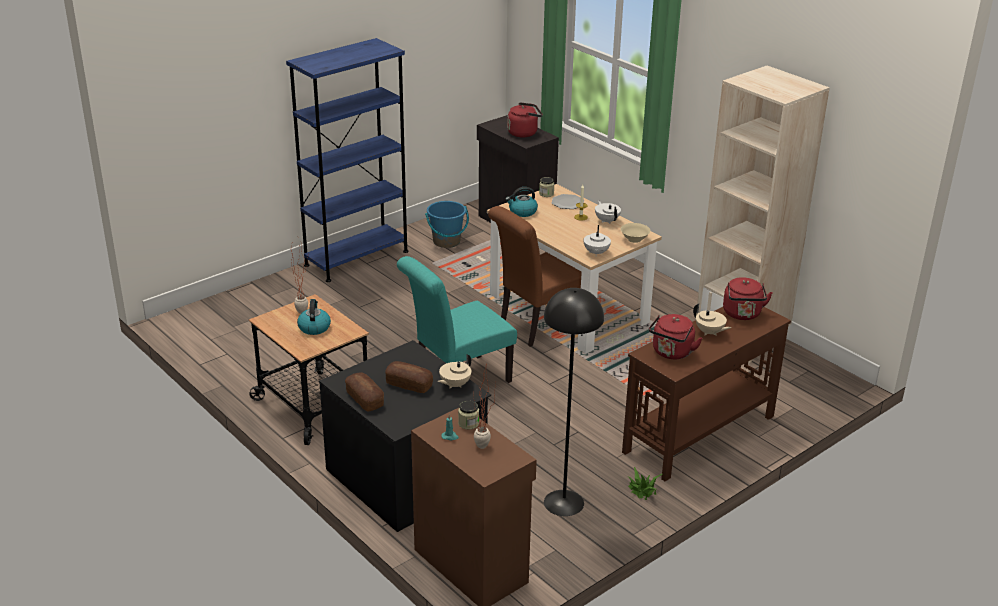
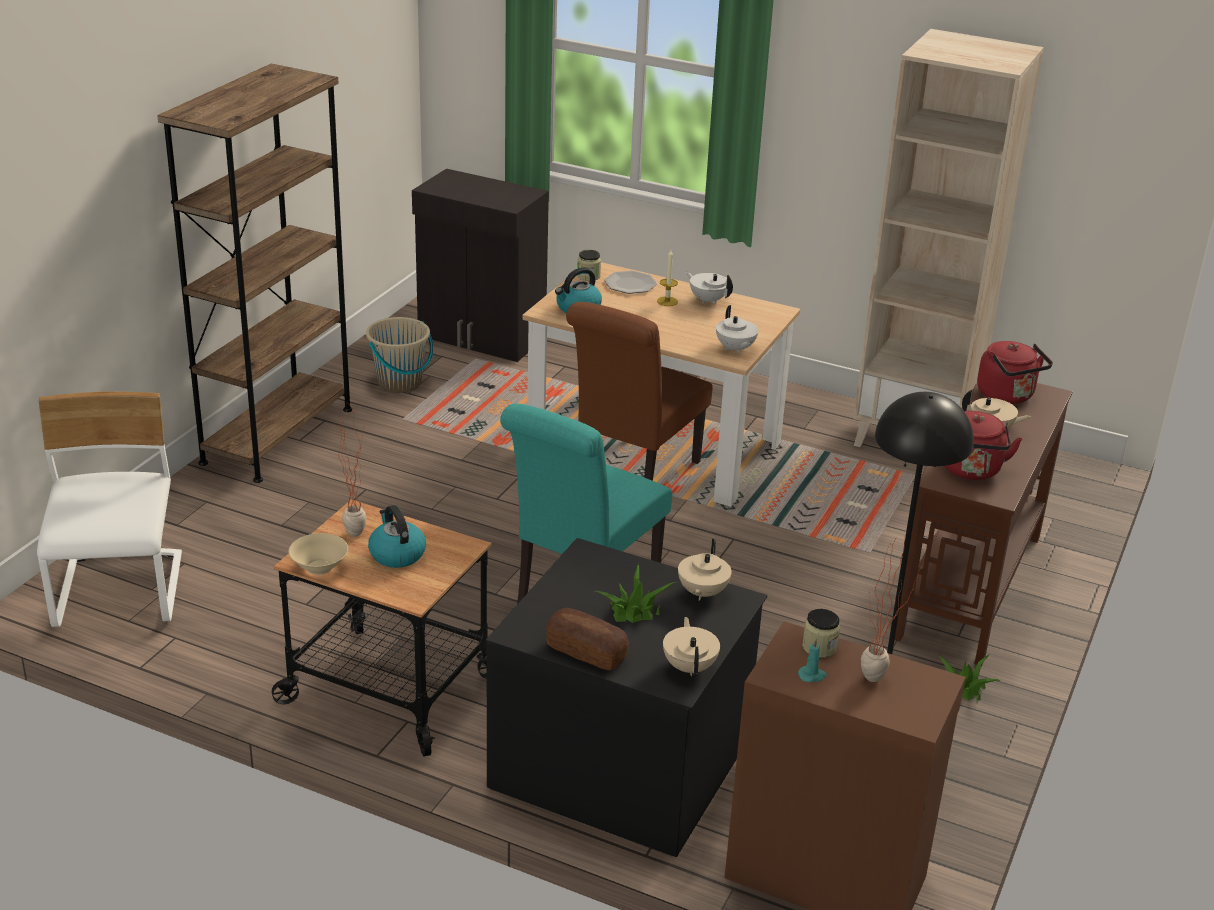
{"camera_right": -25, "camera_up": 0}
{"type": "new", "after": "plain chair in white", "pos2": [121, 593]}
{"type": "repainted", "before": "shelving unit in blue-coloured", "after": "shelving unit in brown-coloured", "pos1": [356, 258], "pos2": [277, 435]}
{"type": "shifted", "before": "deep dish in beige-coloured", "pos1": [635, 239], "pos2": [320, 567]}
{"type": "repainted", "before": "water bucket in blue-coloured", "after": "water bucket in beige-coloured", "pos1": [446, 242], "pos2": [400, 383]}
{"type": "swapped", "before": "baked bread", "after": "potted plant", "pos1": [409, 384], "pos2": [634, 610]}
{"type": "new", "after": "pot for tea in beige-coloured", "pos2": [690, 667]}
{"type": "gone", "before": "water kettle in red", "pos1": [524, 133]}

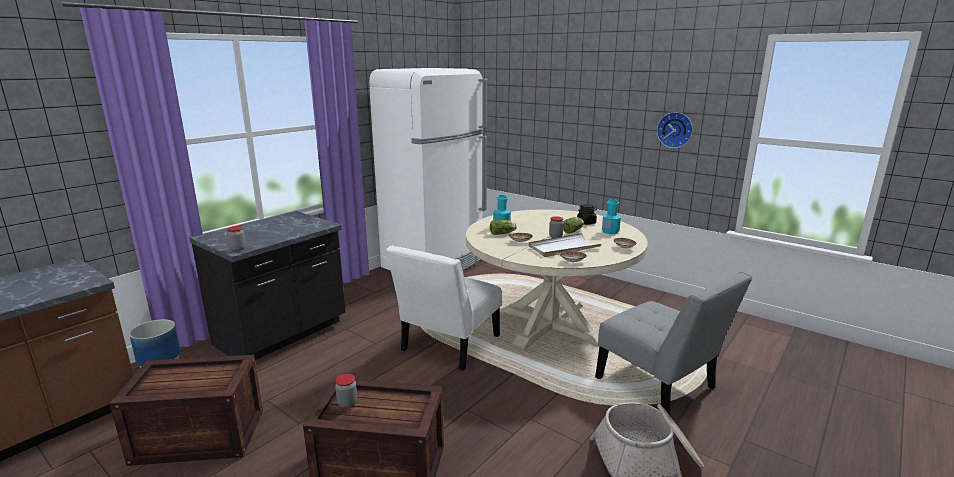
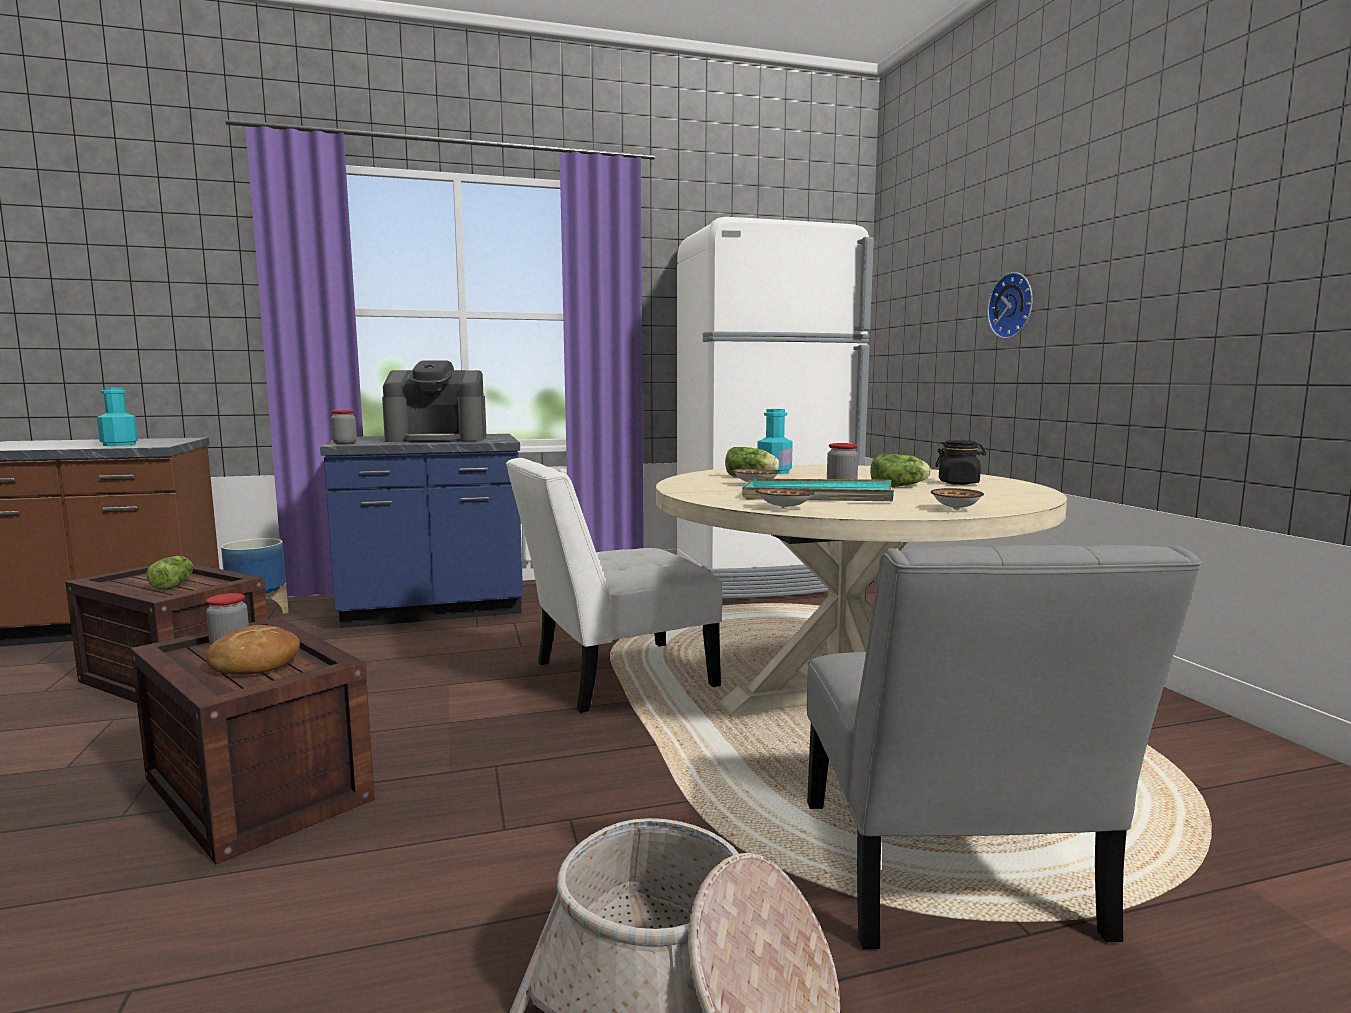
{"camera_right": 35, "camera_up": -10}
{"type": "shifted", "before": "bottle in turquoise", "pos1": [610, 231], "pos2": [119, 445]}
{"type": "new", "after": "lettuce", "pos2": [175, 585]}
{"type": "new", "after": "baked bread", "pos2": [254, 664]}
{"type": "repainted", "before": "kitchen counter in black-coloured", "after": "kitchen counter in blue-coloured", "pos1": [282, 335], "pos2": [433, 610]}
{"type": "new", "after": "coffee brewer", "pos2": [438, 439]}
{"type": "repainted", "before": "tray in white", "after": "tray in turquoise", "pos1": [563, 248], "pos2": [817, 496]}
{"type": "shifted", "before": "hanging clock", "pos1": [675, 130], "pos2": [1013, 305]}

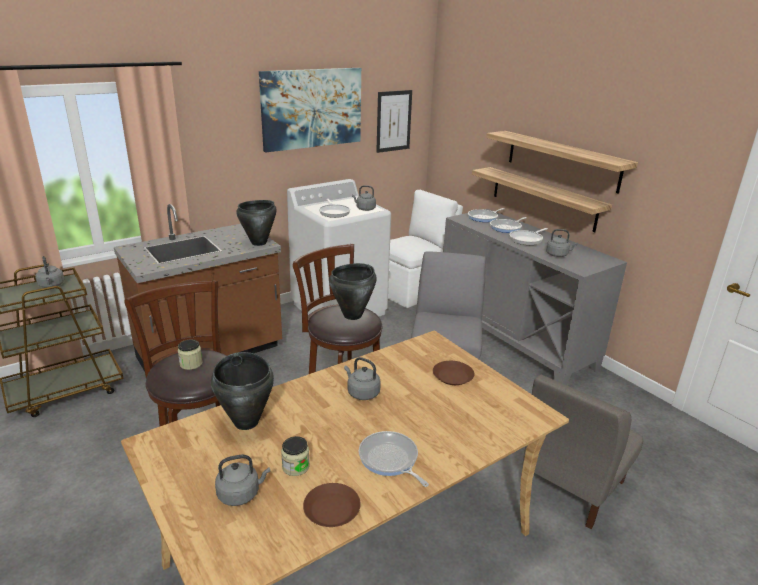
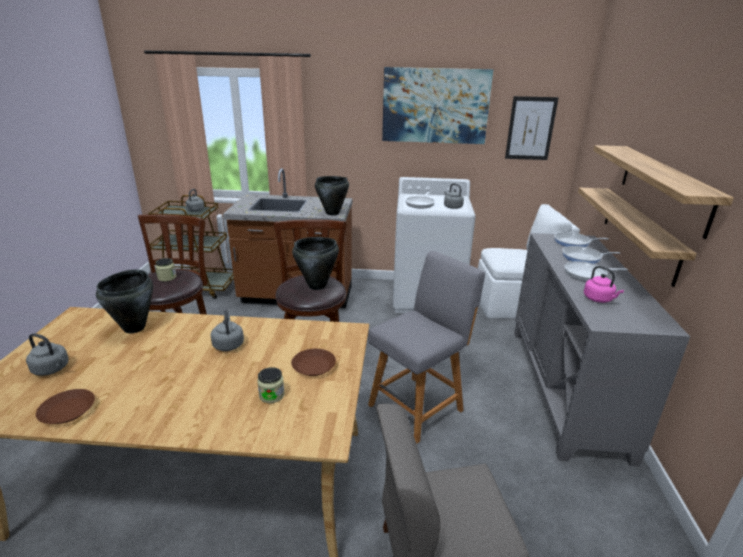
{"camera_right": 40, "camera_up": 0}
{"type": "shifted", "before": "storage jar", "pos1": [295, 466], "pos2": [271, 395]}
{"type": "repainted", "before": "water kettle in grey", "after": "water kettle in pink-coloured", "pos1": [558, 255], "pos2": [599, 299]}
{"type": "gone", "before": "frying pan", "pos1": [390, 459]}

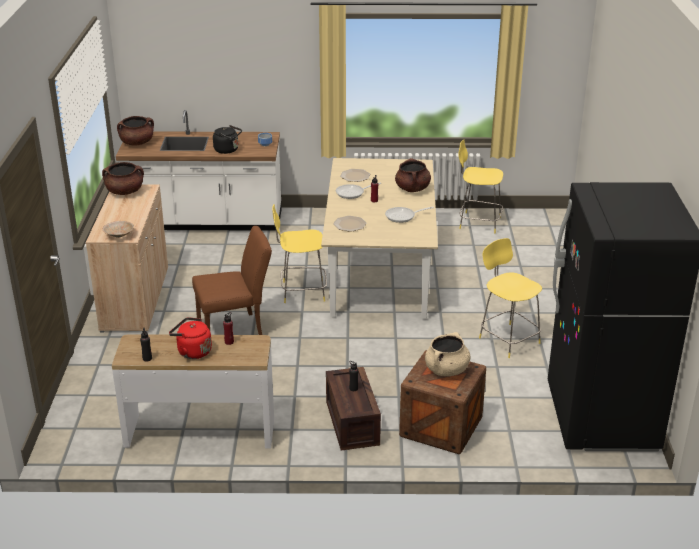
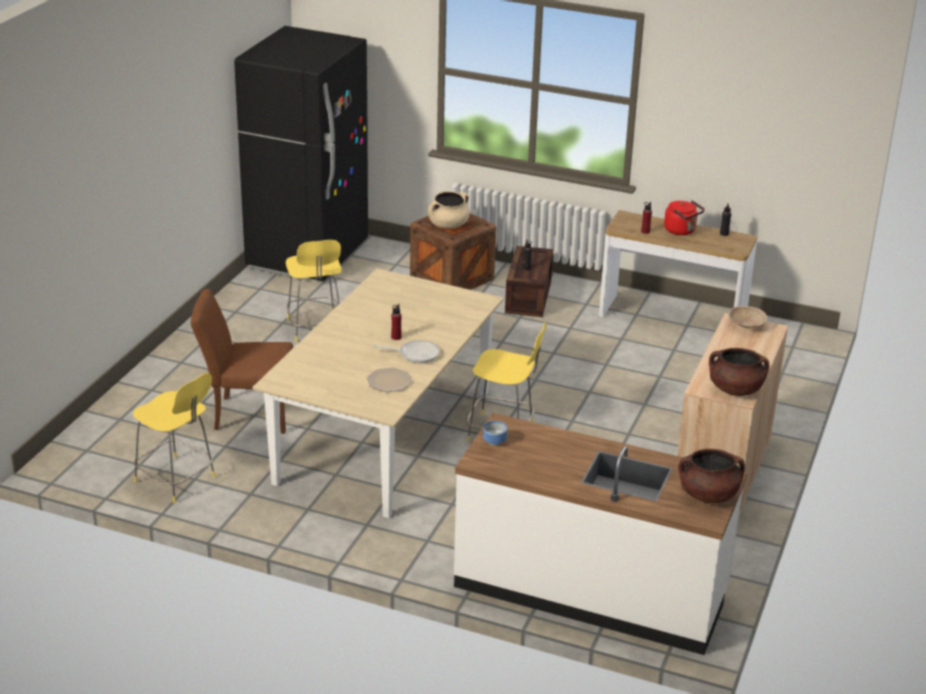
{"camera_right": -160, "camera_up": 0}
{"type": "shifted", "before": "plain chair in brown-coloured", "pos1": [236, 329], "pos2": [246, 414]}
{"type": "gone", "before": "water kettle in black-coloured", "pos1": [228, 150]}
{"type": "gone", "before": "dinner plate", "pos1": [350, 224]}
{"type": "gone", "before": "frying pan", "pos1": [403, 216]}
{"type": "gone", "before": "stockpot in brown-coloured", "pos1": [412, 189]}

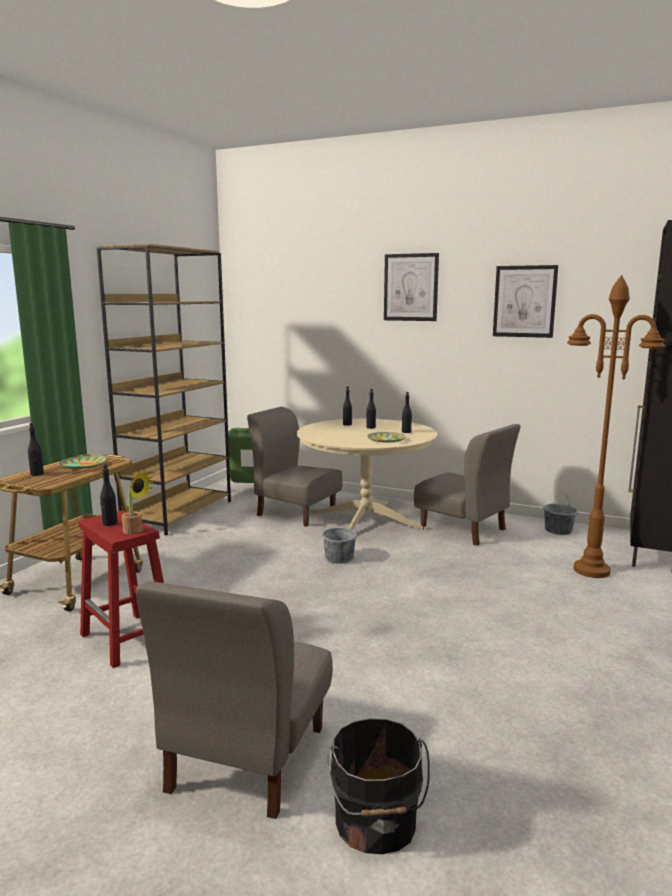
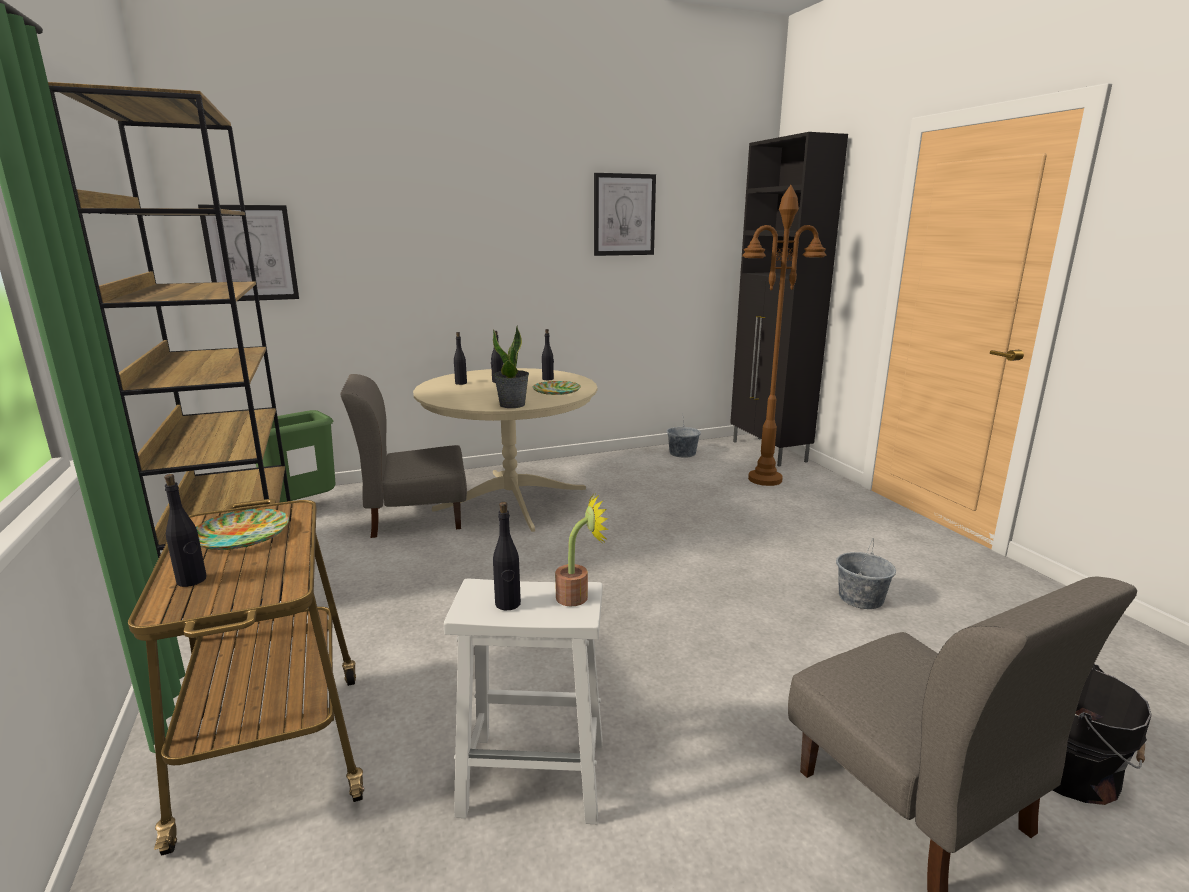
{"camera_right": -45, "camera_up": 5}
{"type": "shifted", "before": "wall art", "pos1": [411, 287], "pos2": [251, 253]}
{"type": "repainted", "before": "stool seat in red", "after": "stool seat in white", "pos1": [128, 639], "pos2": [536, 776]}
{"type": "new", "after": "potted plant", "pos2": [512, 405]}
{"type": "shifted", "before": "water bucket in grey", "pos1": [339, 558], "pos2": [861, 598]}
{"type": "gone", "before": "plain chair in grey", "pos1": [463, 529]}

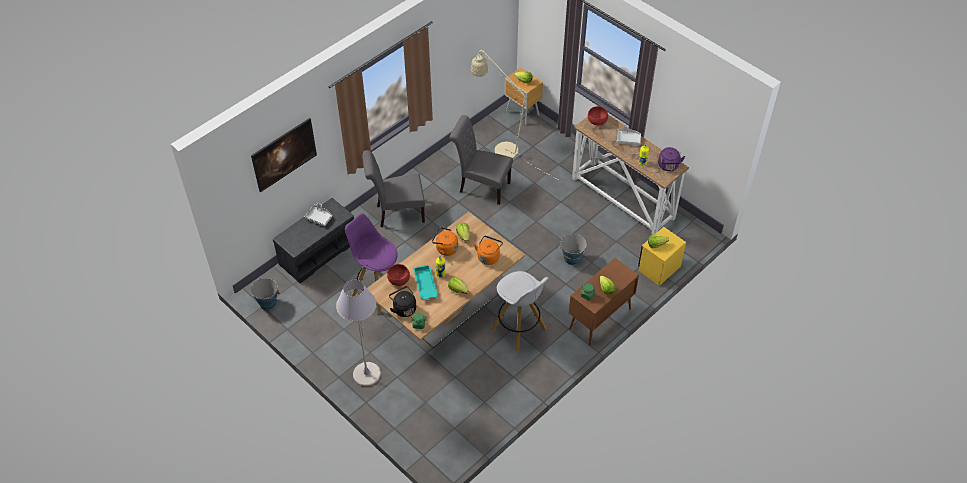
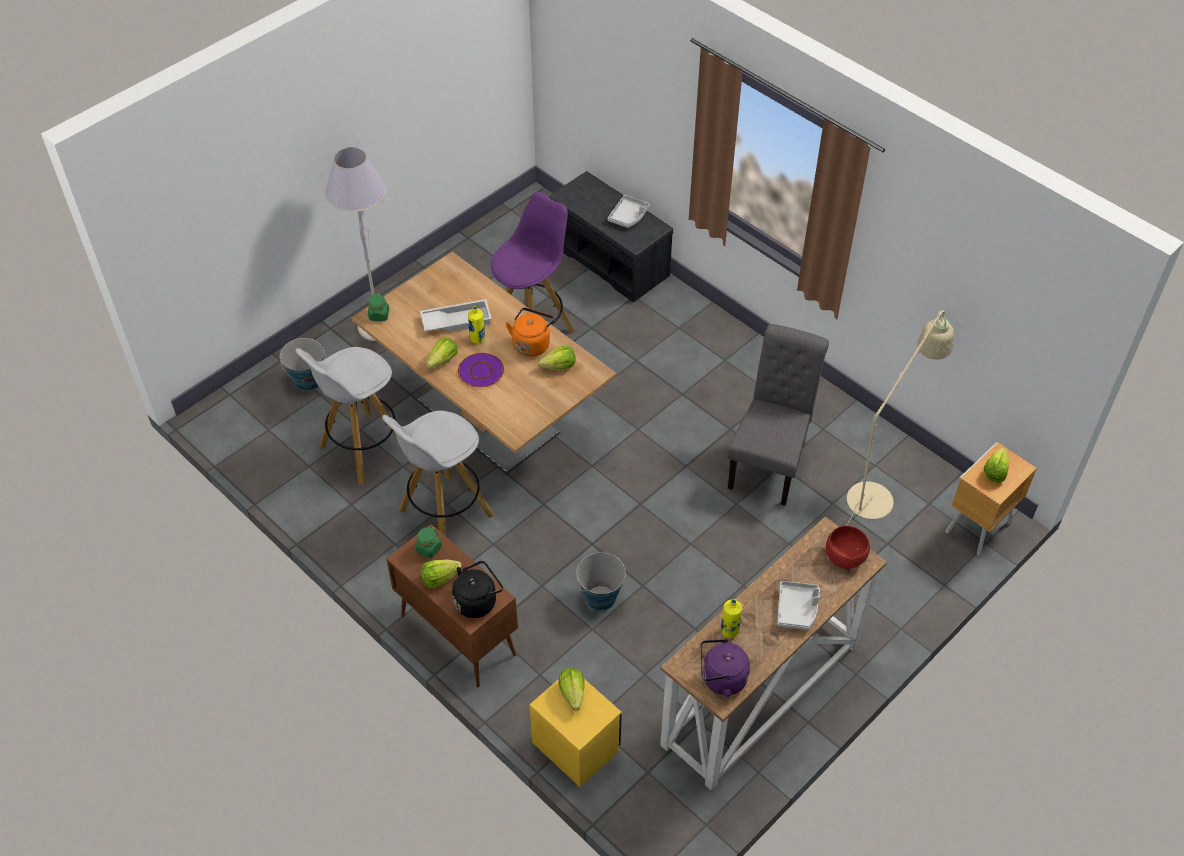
{"camera_right": 90, "camera_up": 0}
{"type": "shifted", "before": "water bucket", "pos1": [268, 303], "pos2": [308, 380]}
{"type": "new", "after": "stool seat in white", "pos2": [363, 449]}
{"type": "repainted", "before": "tray in turquoise", "after": "tray in white", "pos1": [424, 285], "pos2": [456, 320]}
{"type": "shifted", "before": "water kettle in black-coloured", "pos1": [403, 308], "pos2": [477, 601]}
{"type": "new", "after": "dinner plate in purple-coloured", "pos2": [480, 371]}
{"type": "gone", "before": "wall art", "pos1": [286, 163]}
{"type": "gone", "before": "plain chair in grey", "pos1": [397, 213]}
{"type": "gone", "before": "deep dish in red", "pos1": [399, 280]}
{"type": "gone", "before": "water kettle in orange-coloured", "pos1": [489, 256]}

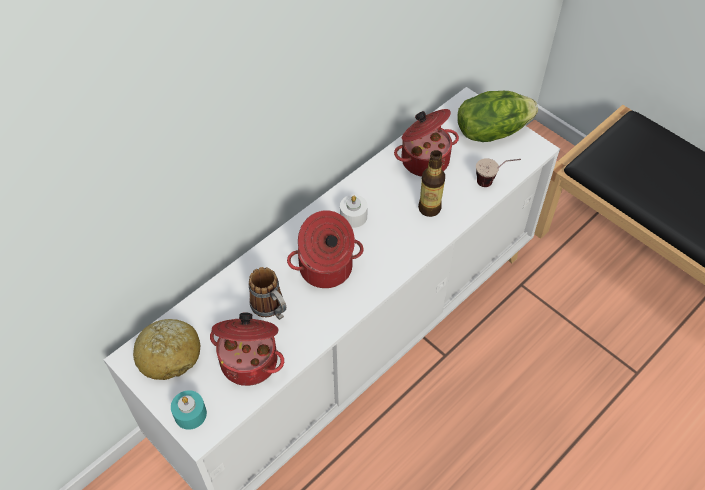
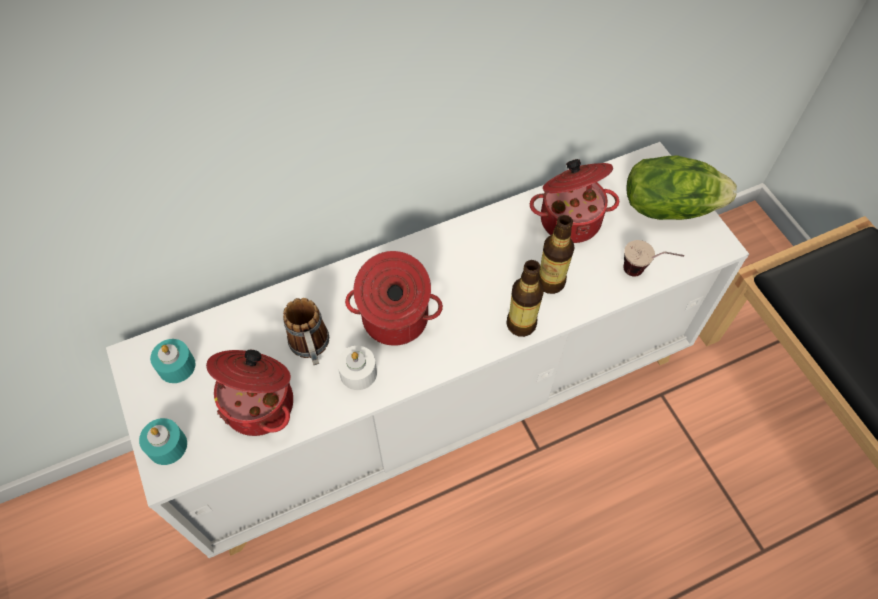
{"camera_right": 20, "camera_up": 5}
{"type": "swapped", "before": "baked bread", "after": "candle in turquoise", "pos1": [169, 355], "pos2": [176, 366]}
{"type": "shifted", "before": "candle in white", "pos1": [353, 216], "pos2": [358, 373]}
{"type": "new", "after": "bottle", "pos2": [521, 324]}

